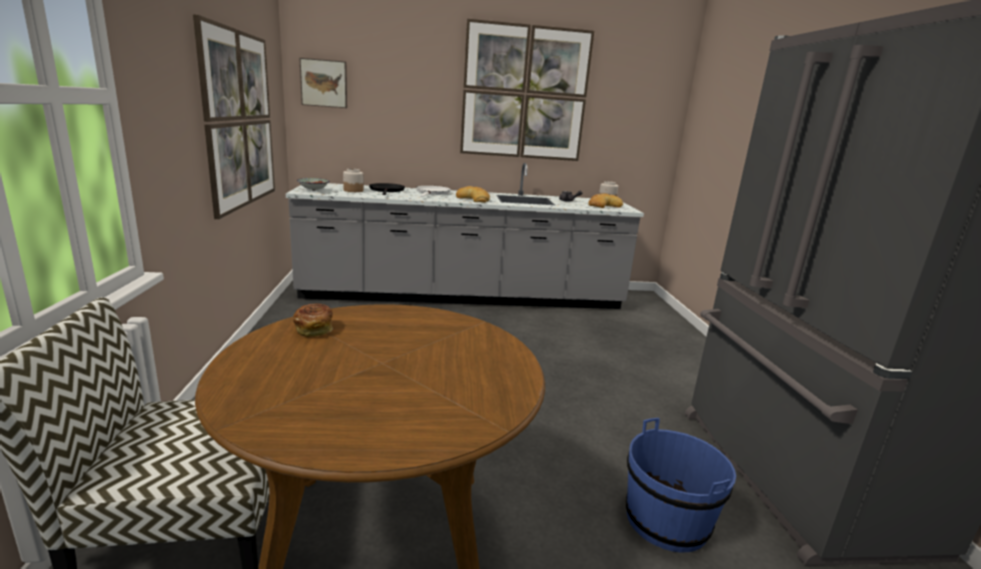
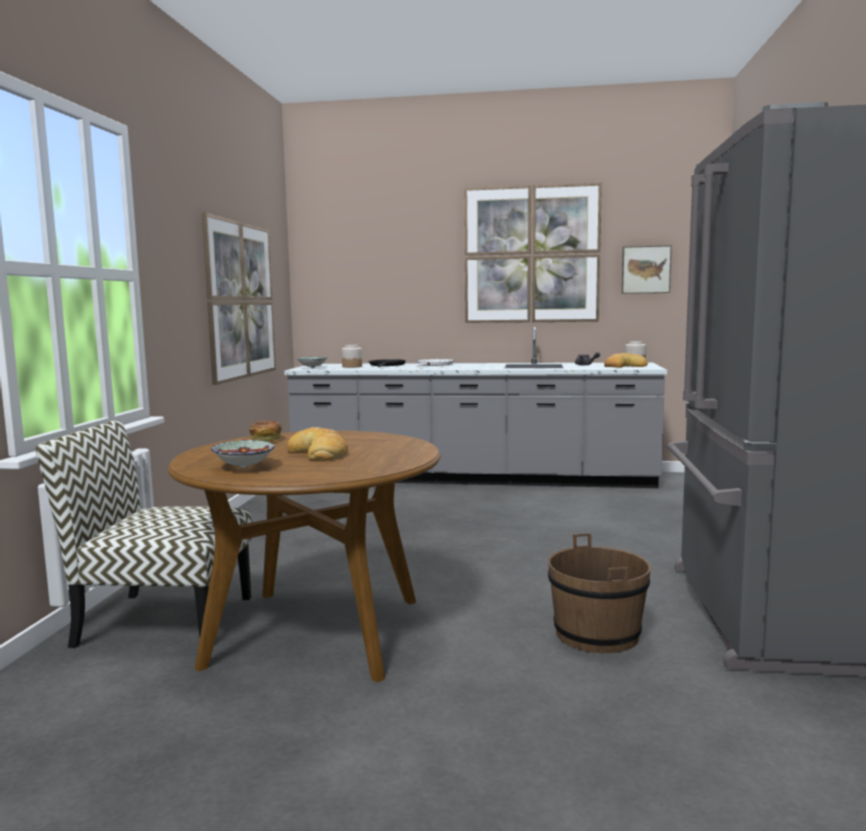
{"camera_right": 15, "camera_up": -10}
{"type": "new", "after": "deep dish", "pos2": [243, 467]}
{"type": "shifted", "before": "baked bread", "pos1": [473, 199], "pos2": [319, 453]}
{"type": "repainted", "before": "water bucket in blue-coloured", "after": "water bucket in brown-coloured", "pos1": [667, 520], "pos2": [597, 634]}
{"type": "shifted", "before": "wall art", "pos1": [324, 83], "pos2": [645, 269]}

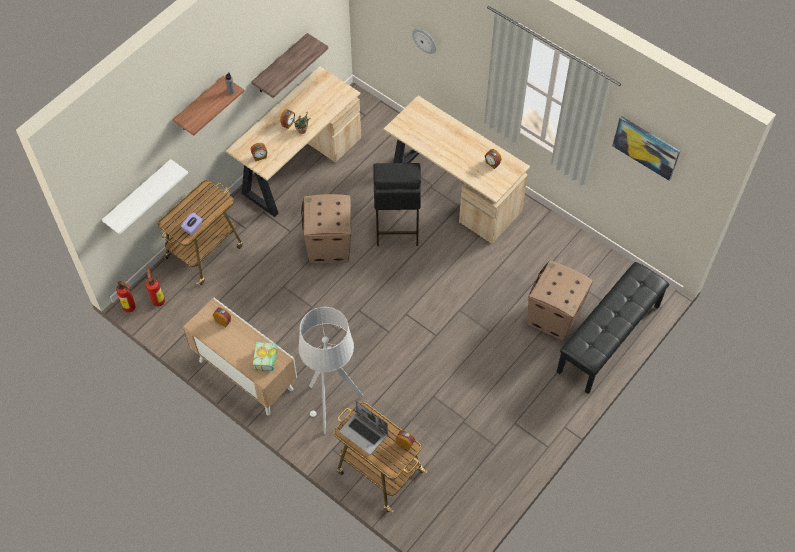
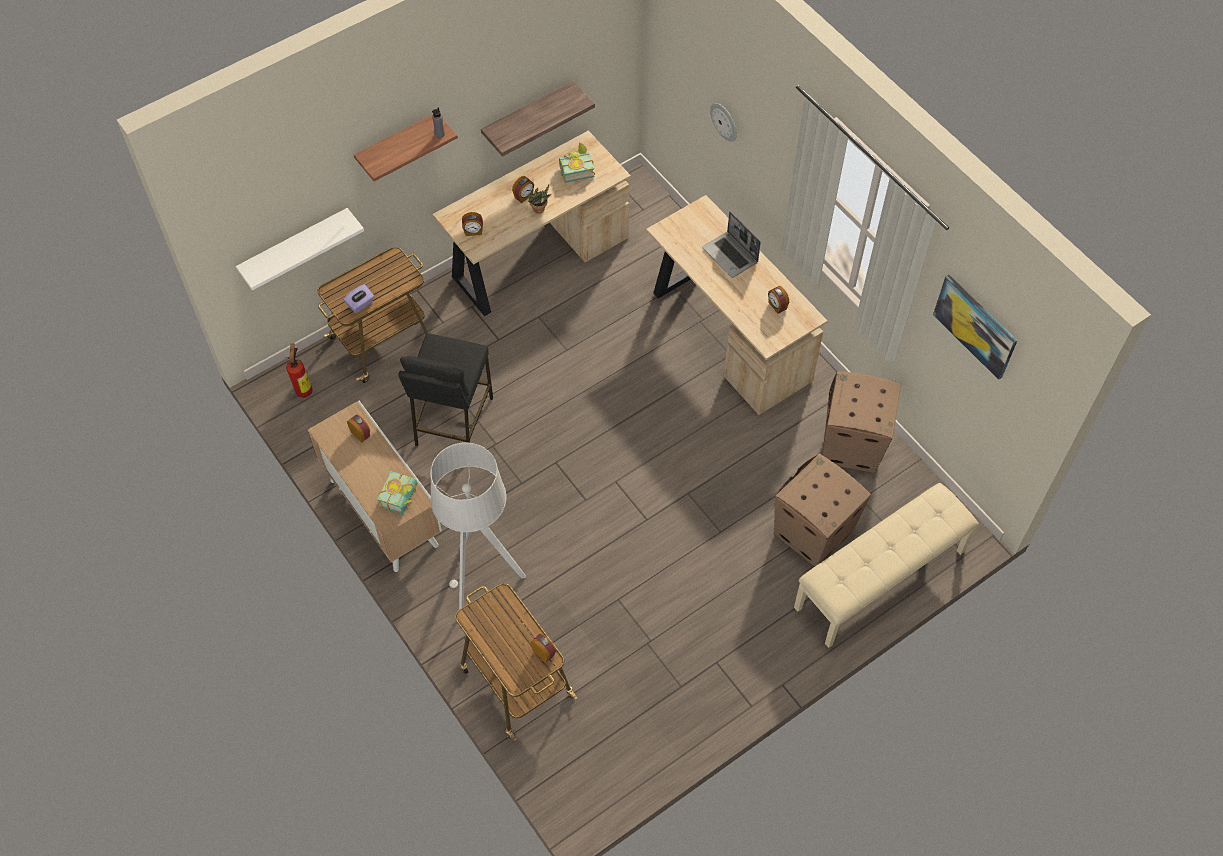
{"camera_right": 15, "camera_up": 0}
{"type": "shifted", "before": "stool seat in black-coloured", "pos1": [396, 224], "pos2": [453, 421]}
{"type": "new", "after": "book", "pos2": [576, 169]}
{"type": "shifted", "before": "portable computer", "pos1": [364, 433], "pos2": [731, 255]}
{"type": "repainted", "before": "bench in black-coloured", "after": "bench in beige-coloured", "pos1": [609, 339], "pos2": [880, 580]}
{"type": "shifted", "before": "carton", "pos1": [329, 247], "pos2": [852, 446]}
{"type": "gone", "before": "fire-fighting cylinder", "pos1": [130, 308]}

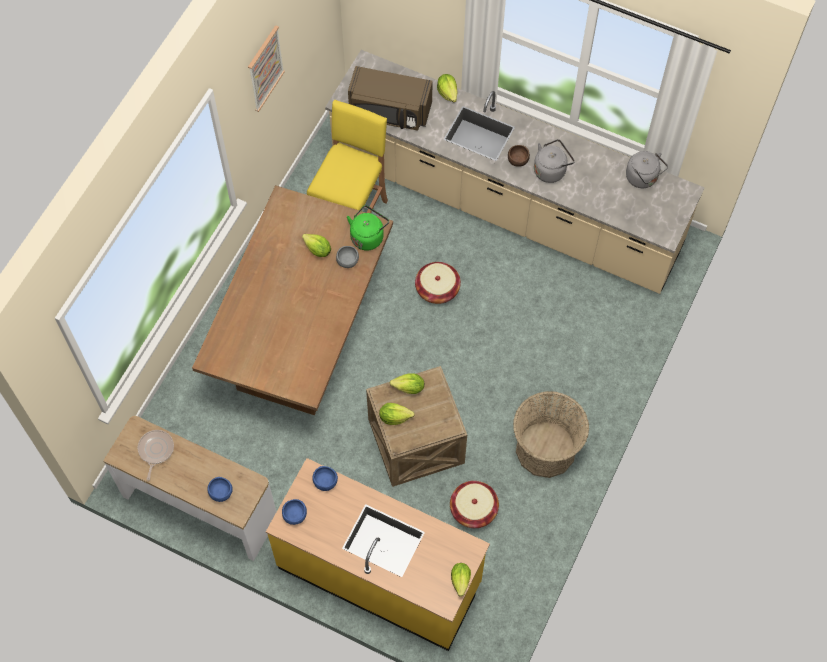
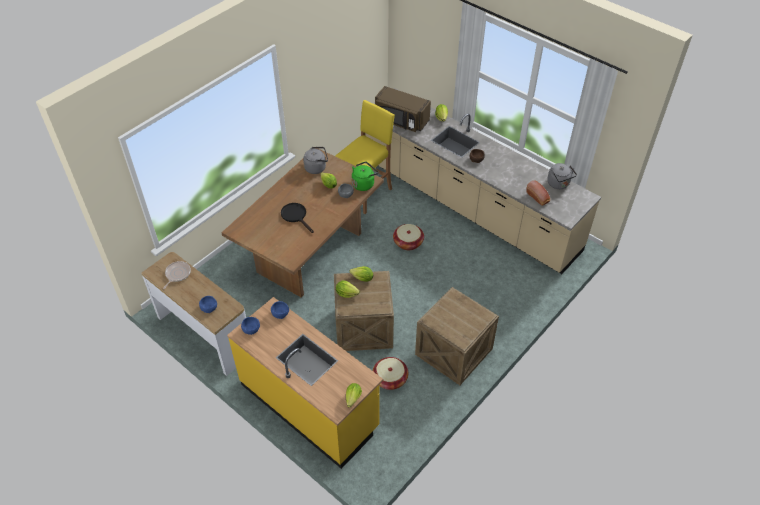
{"camera_right": 15, "camera_up": -15}
{"type": "new", "after": "frying pan in black-coloured", "pos2": [296, 216]}
{"type": "shifted", "before": "water kettle in grey", "pos1": [551, 170], "pos2": [316, 168]}
{"type": "swapped", "before": "household basket", "after": "crate", "pos1": [545, 449], "pos2": [453, 352]}
{"type": "new", "after": "baked bread", "pos2": [538, 197]}
{"type": "gone", "before": "wall art", "pos1": [265, 68]}

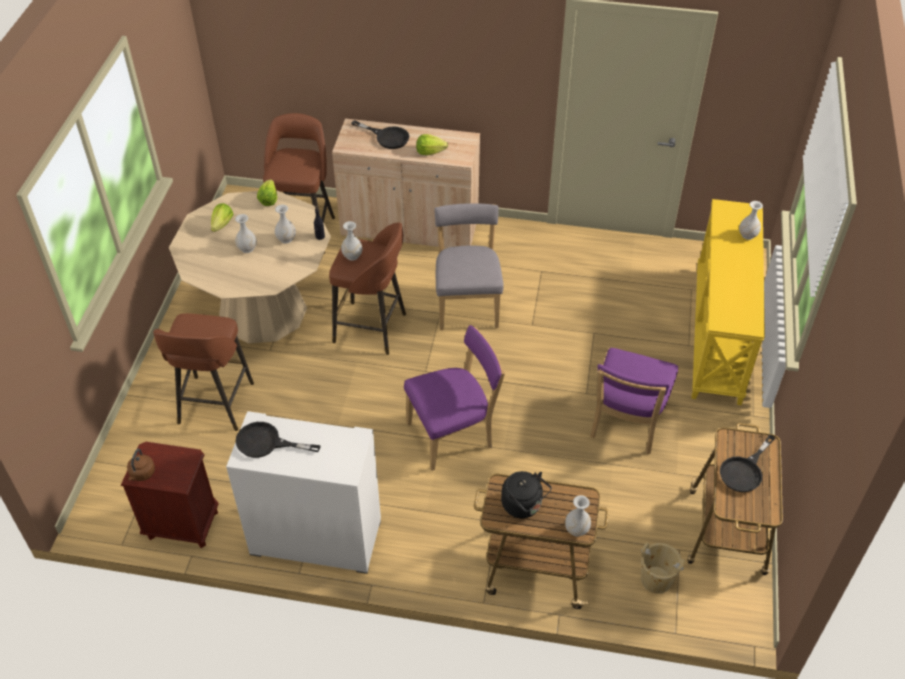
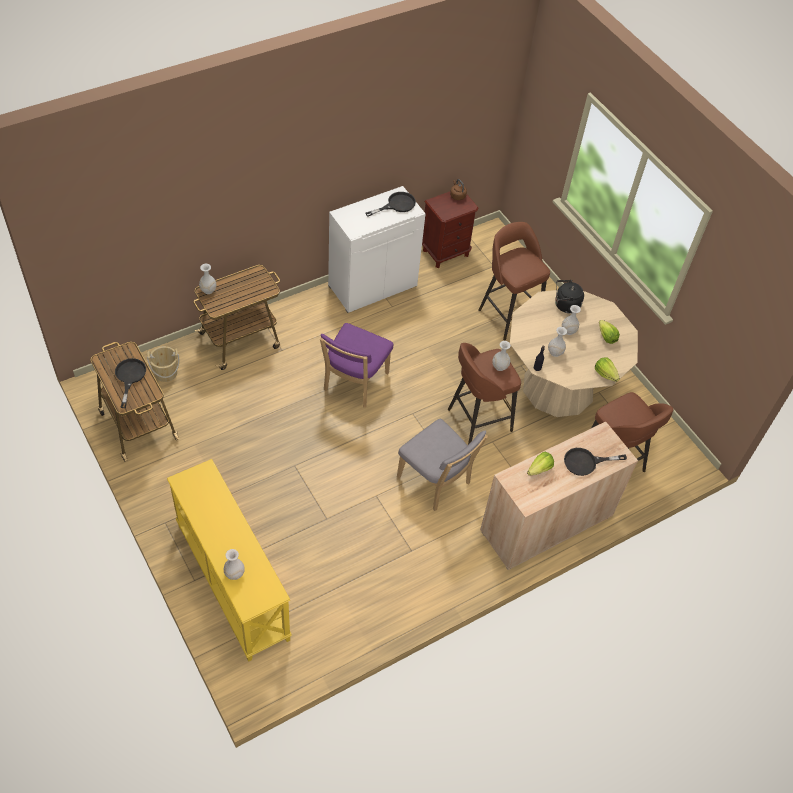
{"camera_right": 135, "camera_up": 5}
{"type": "shifted", "before": "water kettle in black-coloured", "pos1": [524, 505], "pos2": [565, 305]}
{"type": "gone", "before": "plain chair in purple-coloured", "pos1": [626, 424]}

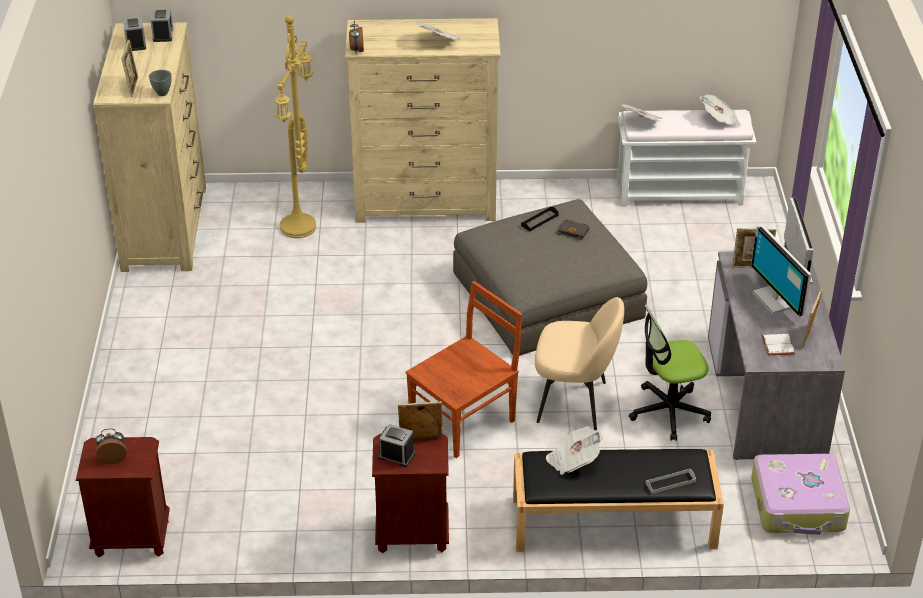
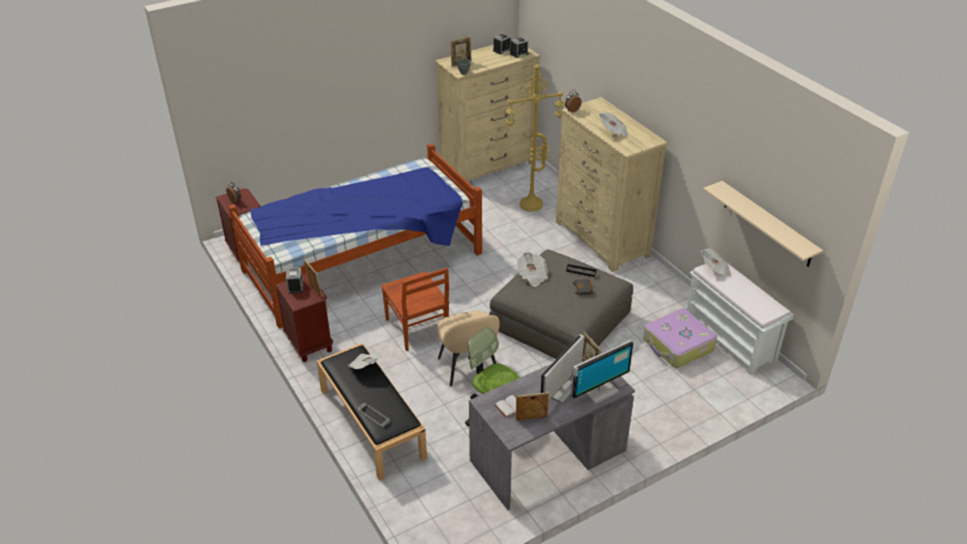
{"camera_right": 60, "camera_up": 0}
{"type": "new", "after": "sleeping bed", "pos2": [364, 263]}
{"type": "rotated", "before": "plain chair in brown-coloured", "pos1": [464, 420], "pos2": [417, 329], "turn": 45}
{"type": "shifted", "before": "daily paper", "pos1": [719, 120], "pos2": [532, 276]}
{"type": "shifted", "before": "suitcase", "pos1": [798, 505], "pos2": [678, 345]}
{"type": "new", "after": "bracket shelf in beige-coloured", "pos2": [767, 224]}

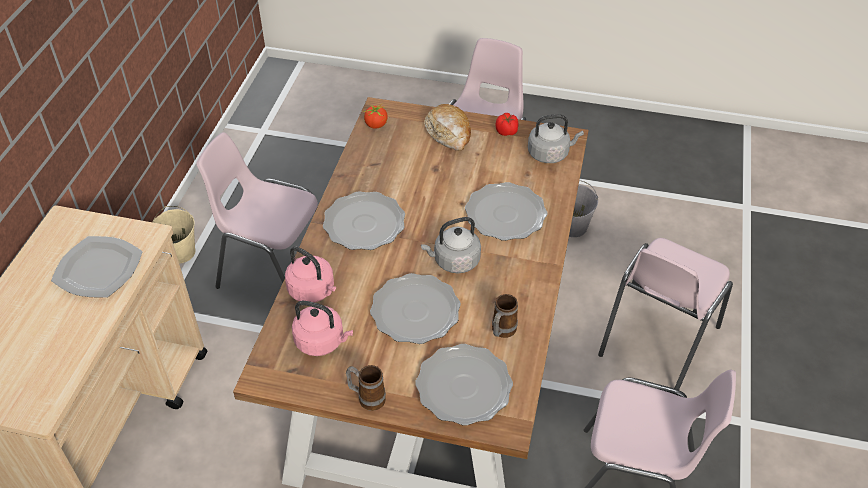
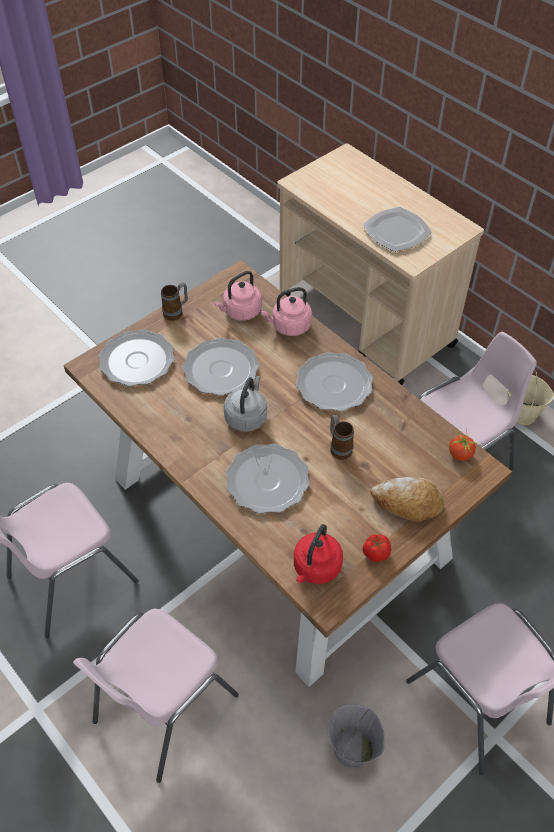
{"camera_right": 125, "camera_up": 5}
{"type": "rotated", "before": "plain chair in pink-coloured", "pos1": [656, 341], "pos2": [163, 708], "turn": -120}
{"type": "repainted", "before": "water kettle in grey", "after": "water kettle in red", "pos1": [550, 154], "pos2": [316, 568]}
{"type": "shifted", "before": "coffee mug", "pos1": [501, 332], "pos2": [339, 447]}

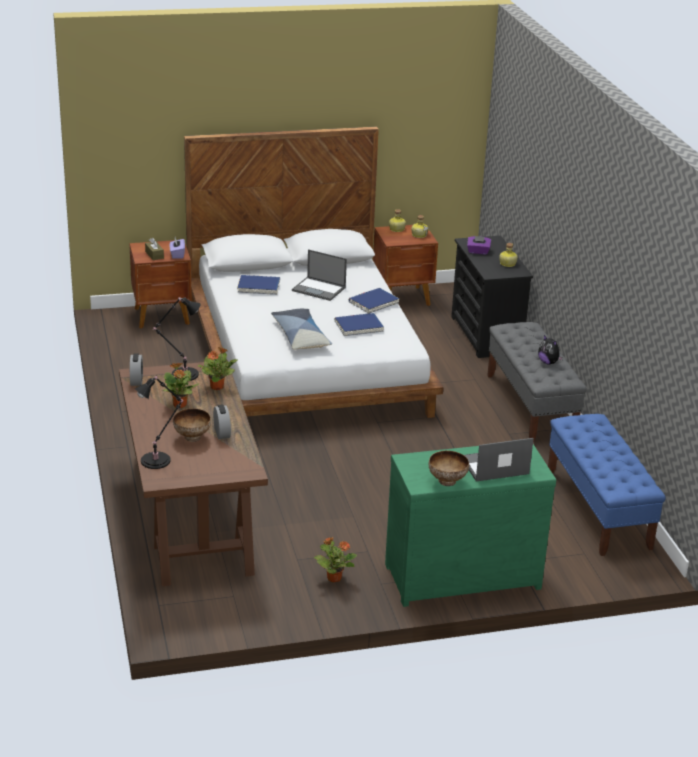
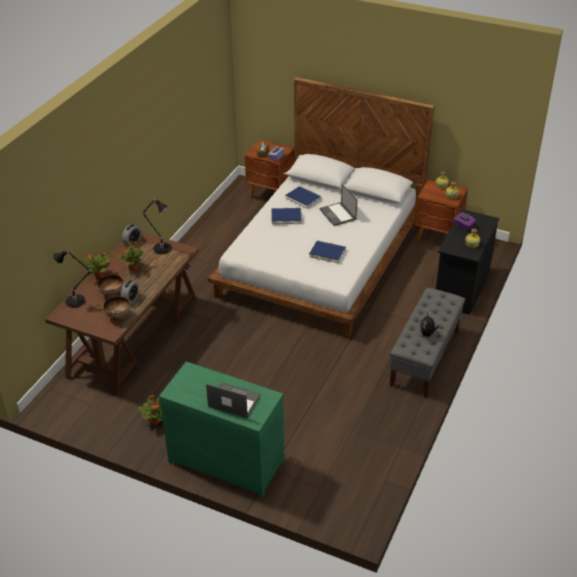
{"camera_right": 40, "camera_up": 10}
{"type": "shifted", "before": "potted plant", "pos1": [217, 387], "pos2": [100, 276]}
{"type": "shifted", "before": "deep dish", "pos1": [447, 481], "pos2": [118, 316]}
{"type": "shifted", "before": "book in blue-coloured", "pos1": [373, 303], "pos2": [286, 217]}
{"type": "gone", "before": "throw pillow", "pos1": [300, 336]}
{"type": "gone", "before": "bench in blue-coloured", "pos1": [598, 509]}

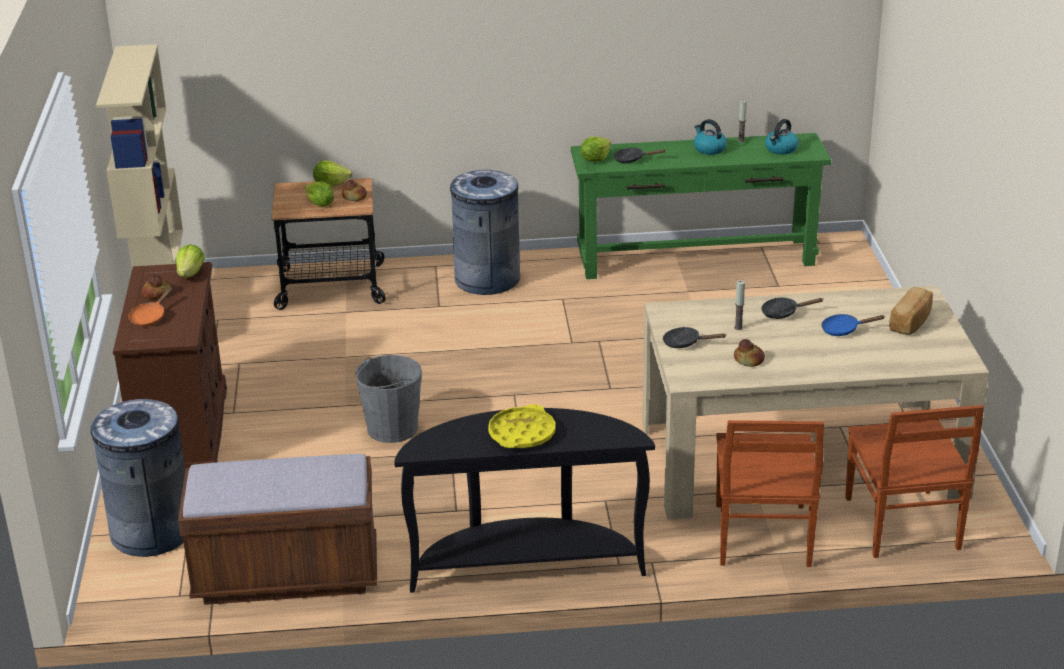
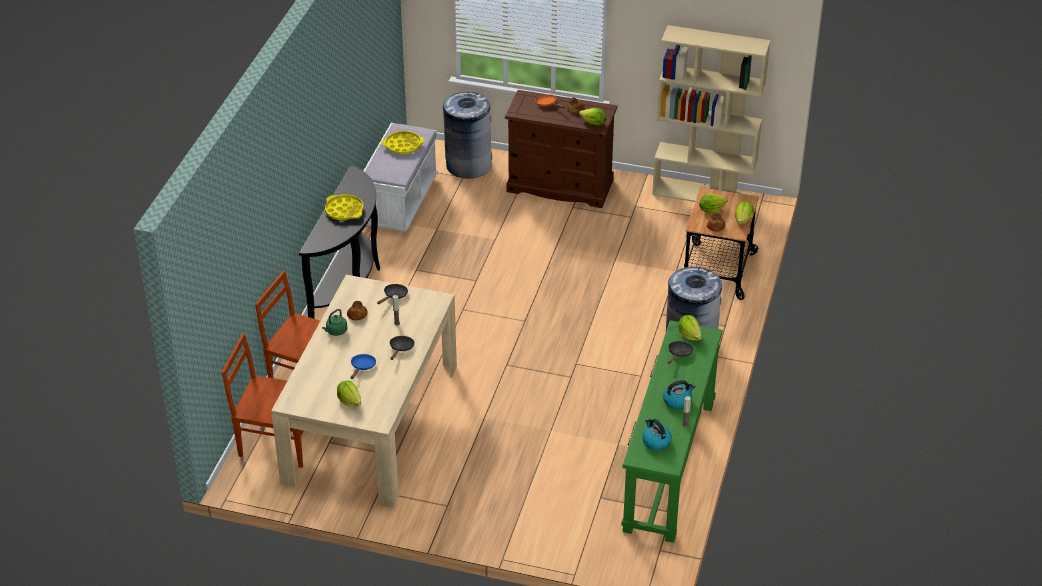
{"camera_right": 110, "camera_up": 10}
{"type": "new", "after": "water kettle in greenish", "pos2": [336, 331]}
{"type": "swapped", "before": "baked bread", "after": "lettuce", "pos1": [911, 322], "pos2": [349, 401]}
{"type": "repainted", "before": "bench in brown-coloured", "after": "bench in white", "pos1": [286, 575], "pos2": [400, 202]}
{"type": "new", "after": "tray in yellow-coloured", "pos2": [403, 146]}
{"type": "gone", "before": "water bucket in grey", "pos1": [392, 428]}

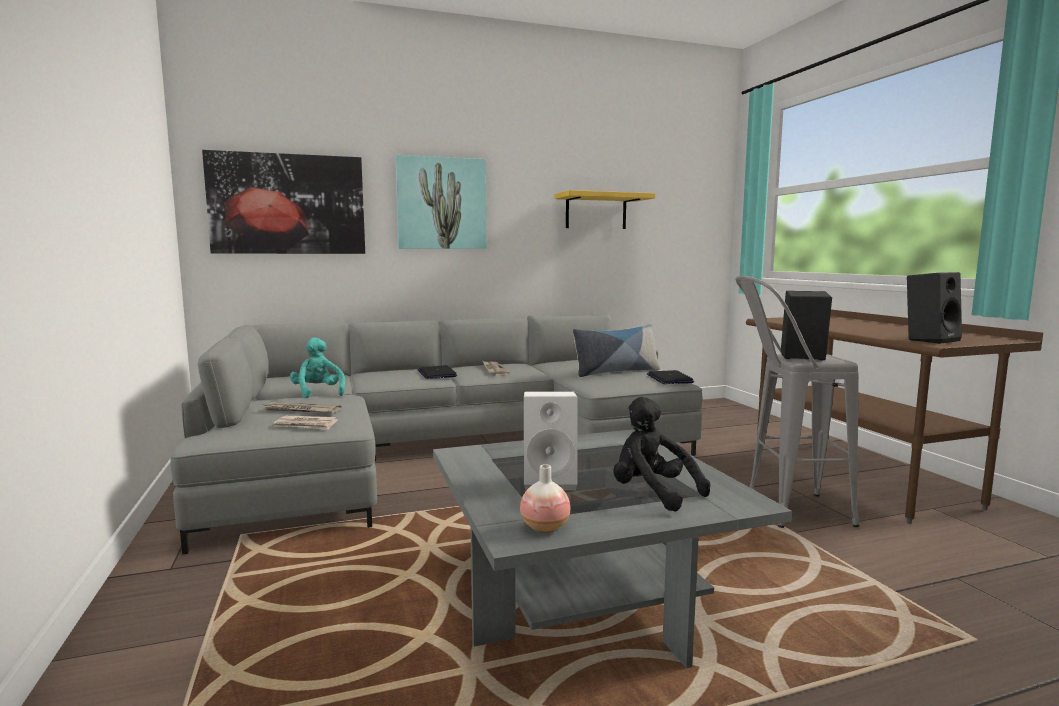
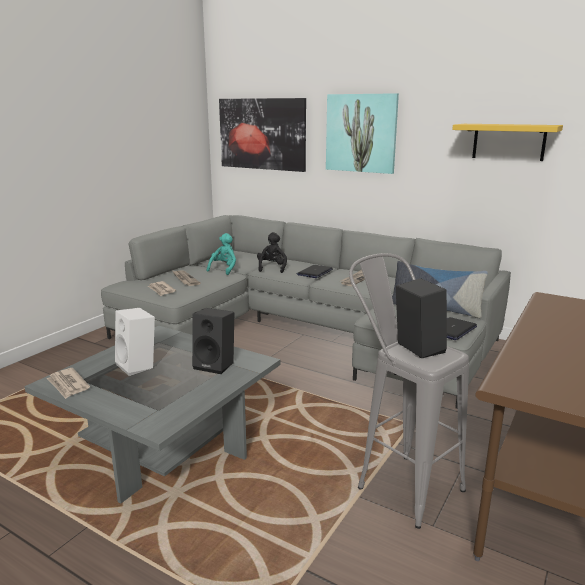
{"camera_right": 50, "camera_up": 10}
{"type": "swapped", "before": "decorative vase", "after": "daily paper", "pos1": [545, 528], "pos2": [68, 385]}
{"type": "shifted", "before": "audio speaker in black-coloured", "pos1": [930, 340], "pos2": [216, 365]}
{"type": "shifted", "before": "soft toy in black-coloured", "pos1": [652, 494], "pos2": [272, 268]}

